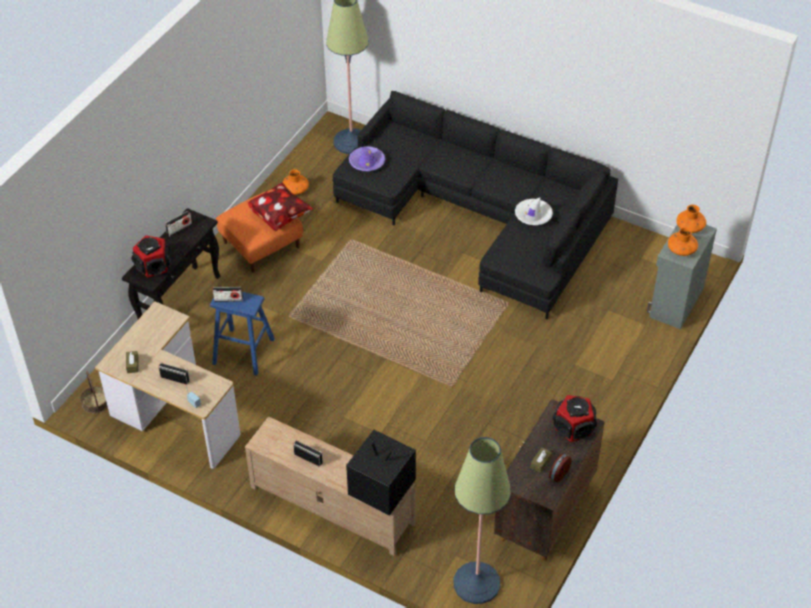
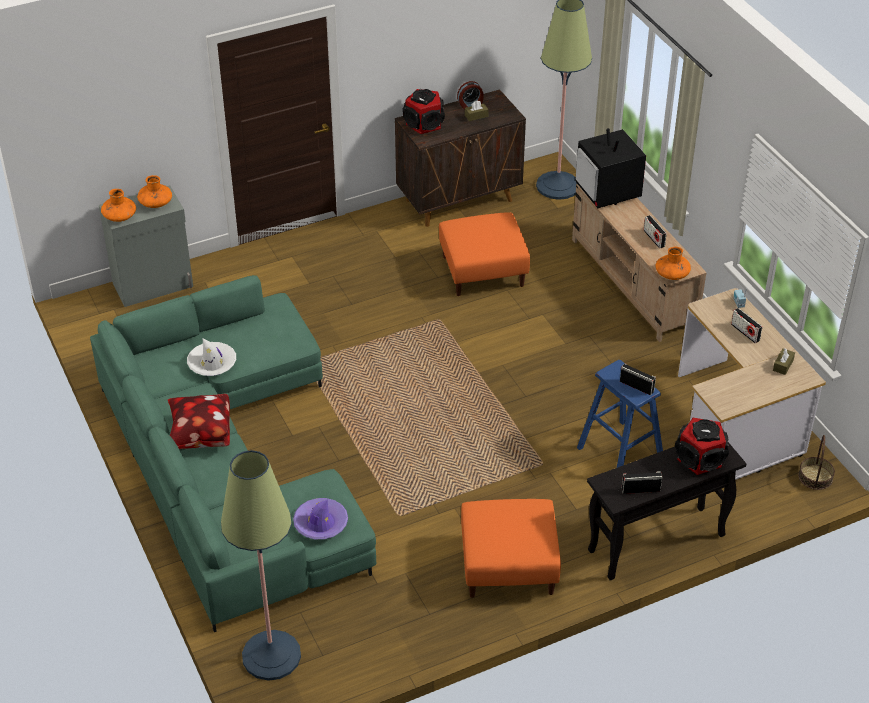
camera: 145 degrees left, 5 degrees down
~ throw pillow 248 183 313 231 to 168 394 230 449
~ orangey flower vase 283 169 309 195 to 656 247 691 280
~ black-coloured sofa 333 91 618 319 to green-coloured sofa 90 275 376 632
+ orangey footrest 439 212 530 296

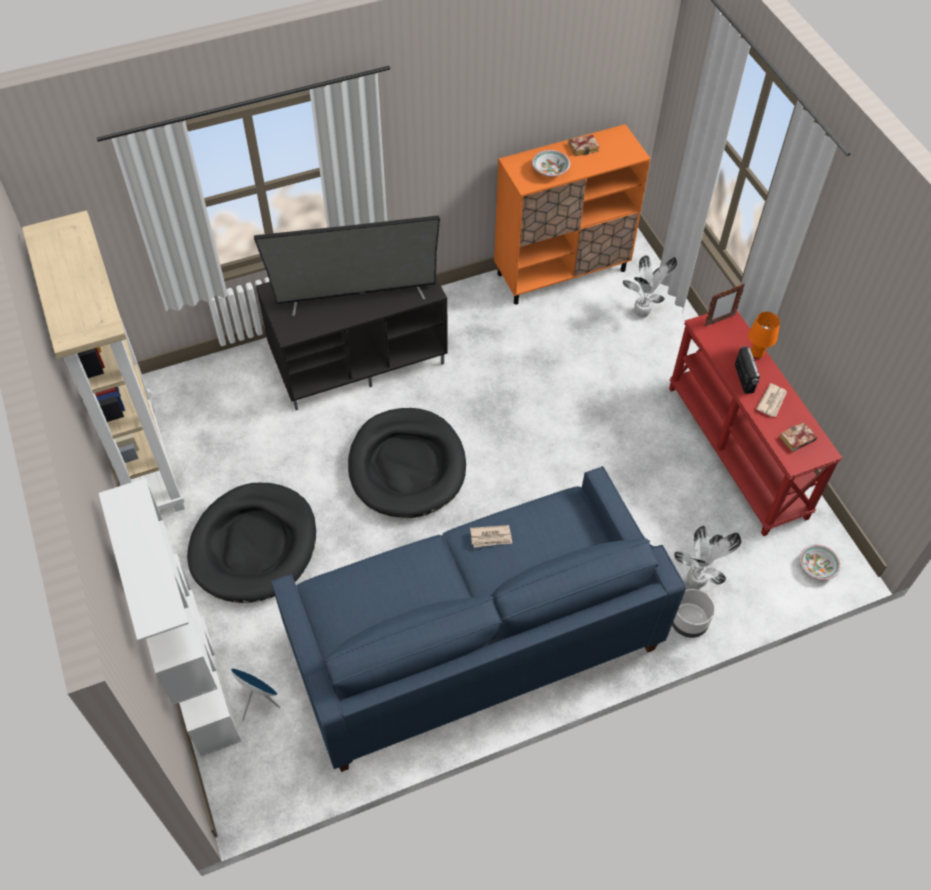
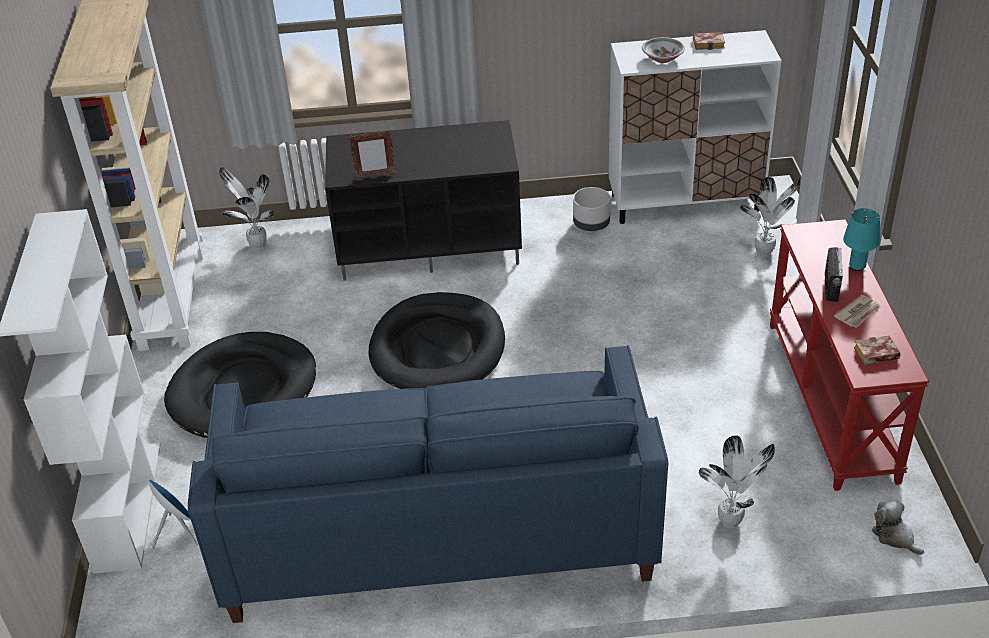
camera: 20 degrees right, 15 degrees down
- TV 254 215 440 317
- printed paper 470 525 512 548
~ orangey cupboard 494 124 651 305 to white-coloured cupboard 609 30 782 224
~ grey planter 672 589 715 638 to 573 187 610 231
~ picture frame 705 283 745 326 to 349 130 396 179
~ orangey tabletop lamp 748 312 780 358 to turquoise tabletop lamp 843 208 880 271
~ bowl 799 544 840 580 to cuddly toy 872 499 924 555
+ plant in a pot 219 167 275 249

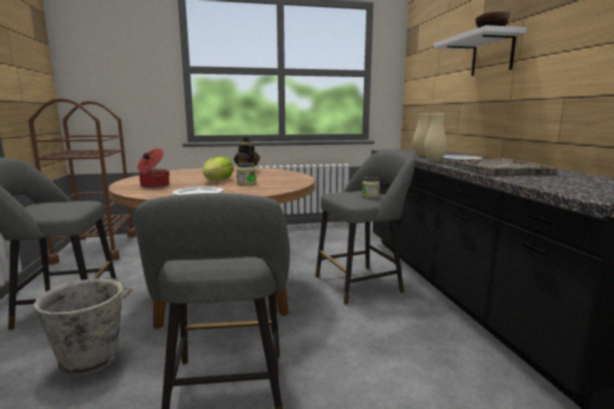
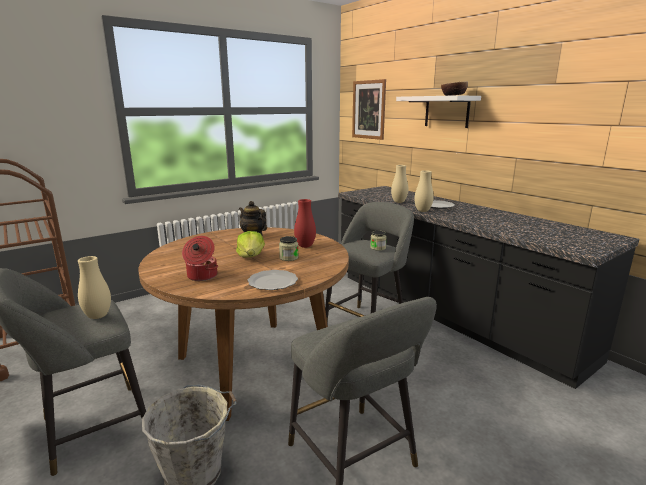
camera: 25 degrees left, 5 degrees up
- grey carrying tray 446 158 557 176
+ beige flower vase 78 256 111 319
+ red-coloured flower vase 294 199 316 248
+ wall art 352 79 386 140

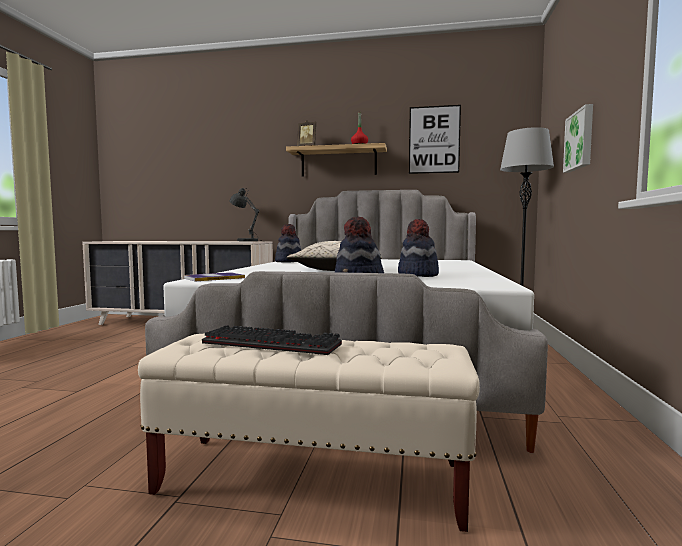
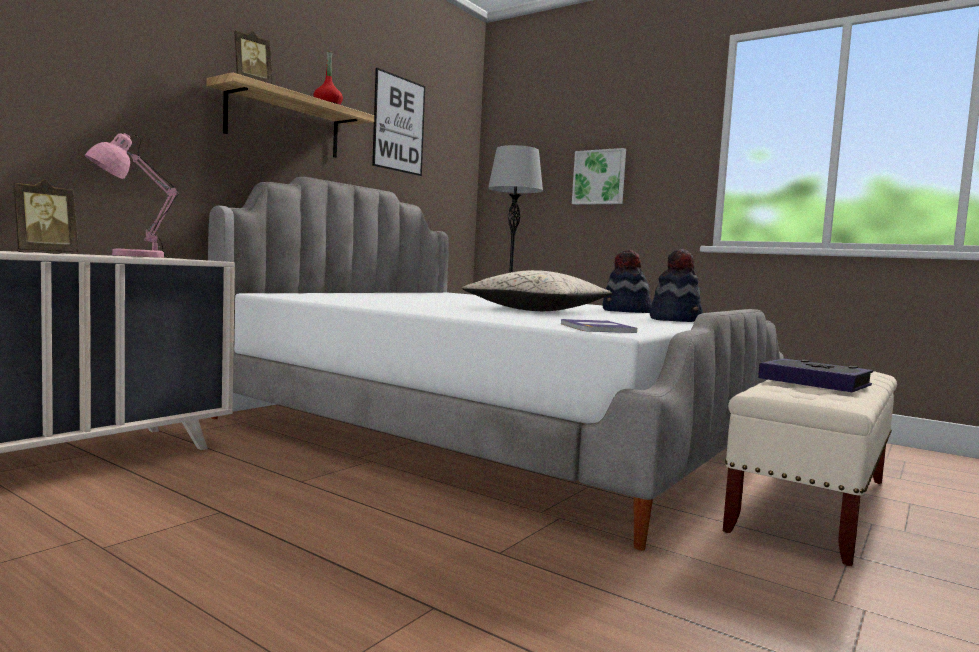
camera: 65 degrees left, 0 degrees up
~ keyboard 202 325 342 355 to volume 758 358 873 392
~ grey tabletop lamp 229 188 260 241 to pink tabletop lamp 85 133 179 258
- clothing hat 275 224 301 263
+ picture frame 13 179 78 254

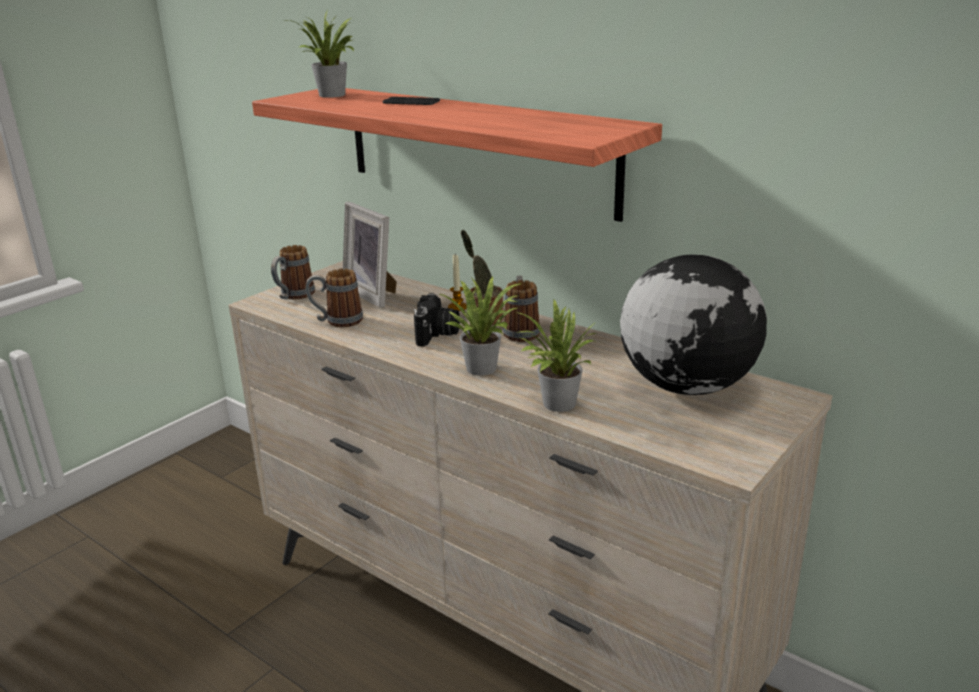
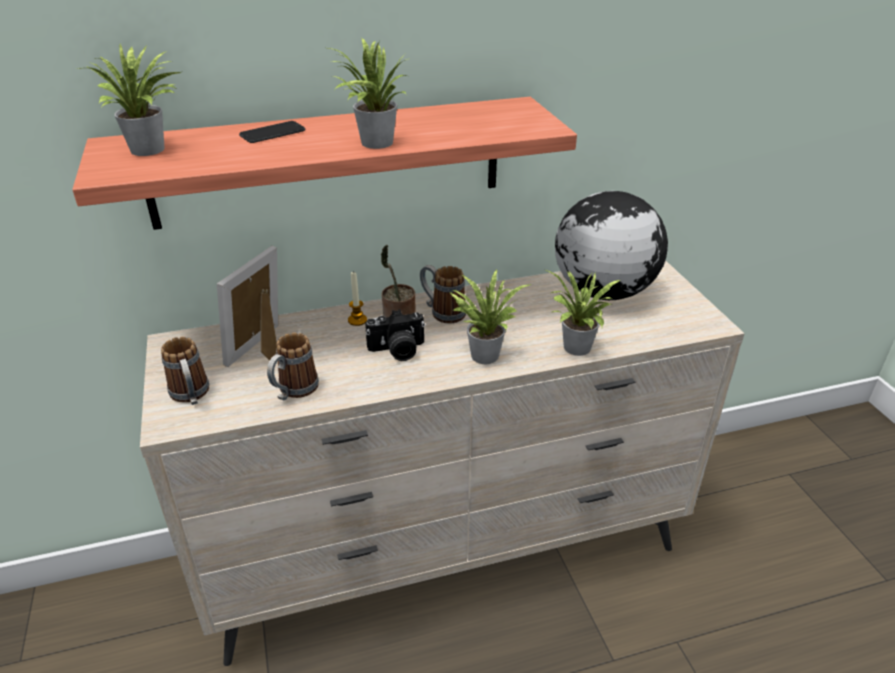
camera: 55 degrees left, 10 degrees up
~ picture frame 343 202 397 308 = 217 246 278 367 120 degrees clockwise
~ photo camera 414 293 460 347 = 365 309 425 361 120 degrees clockwise
+ plant in a pot 328 38 407 149

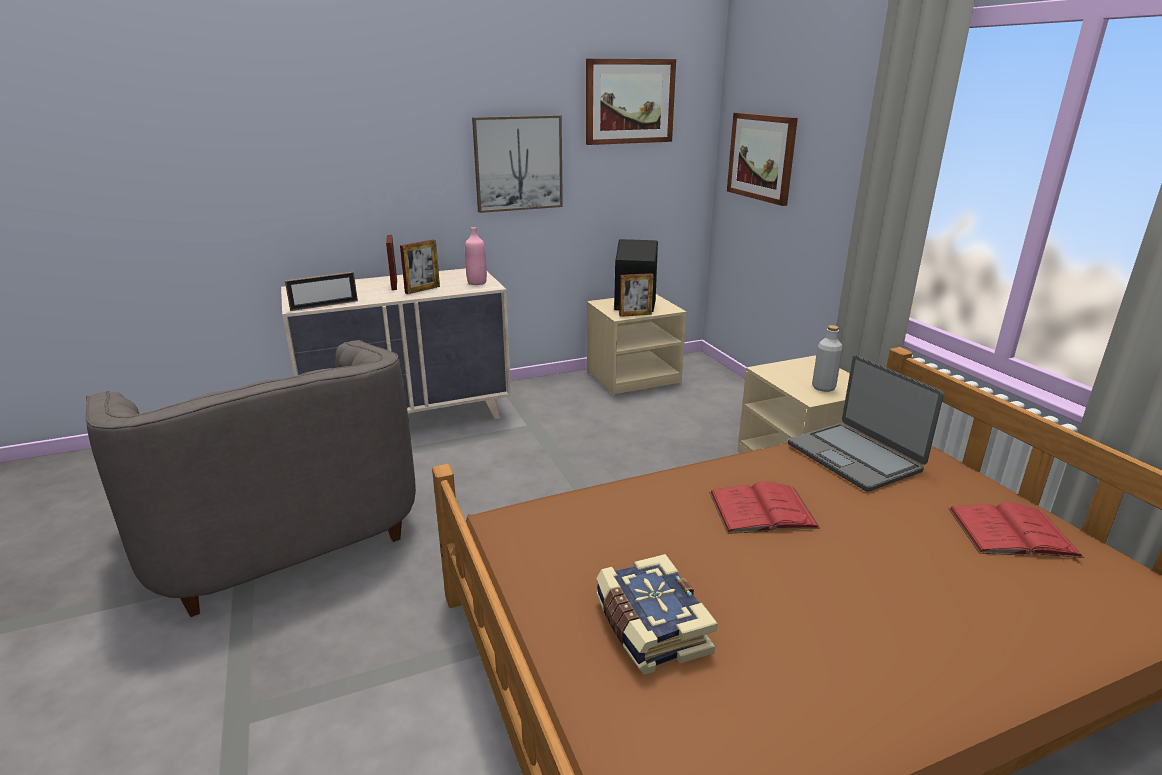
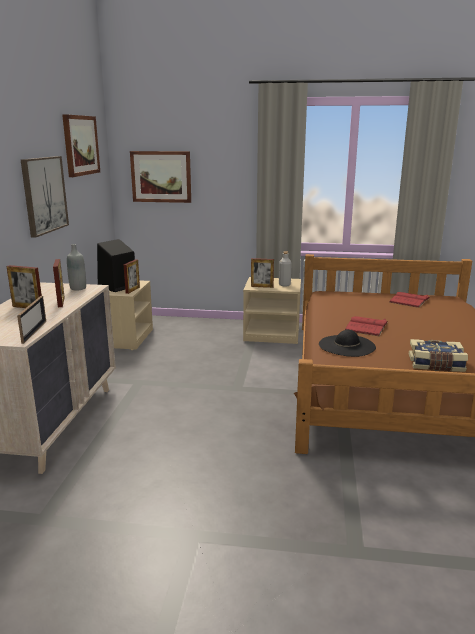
camera: 60 degrees left, 5 degrees down
- grey armchair 85 340 416 617
~ pink drink bottle 465 227 487 285 to grey drink bottle 67 244 86 291
- notebook computer 788 355 944 492
+ picture frame 251 258 274 288
+ black-coloured clothing hat 319 330 376 357

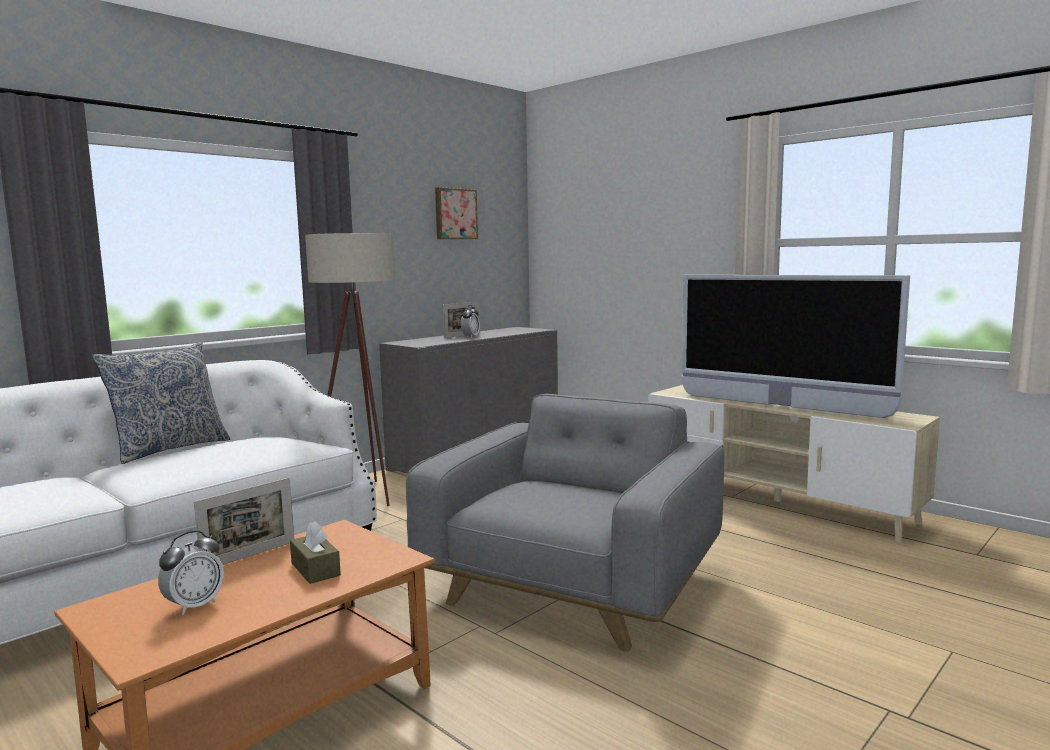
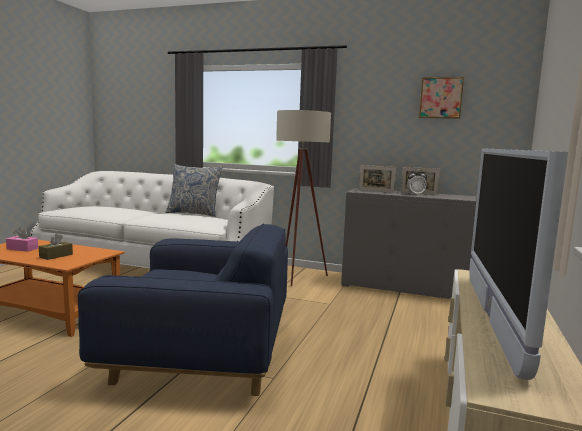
camera: 65 degrees right, 0 degrees up
~ bedside clock 158 531 224 615 to pink box of tissues 6 228 38 252
~ picture frame 194 478 294 565 to 359 165 396 193
~ grey armchair 406 394 724 651 to bluish armchair 78 224 288 396

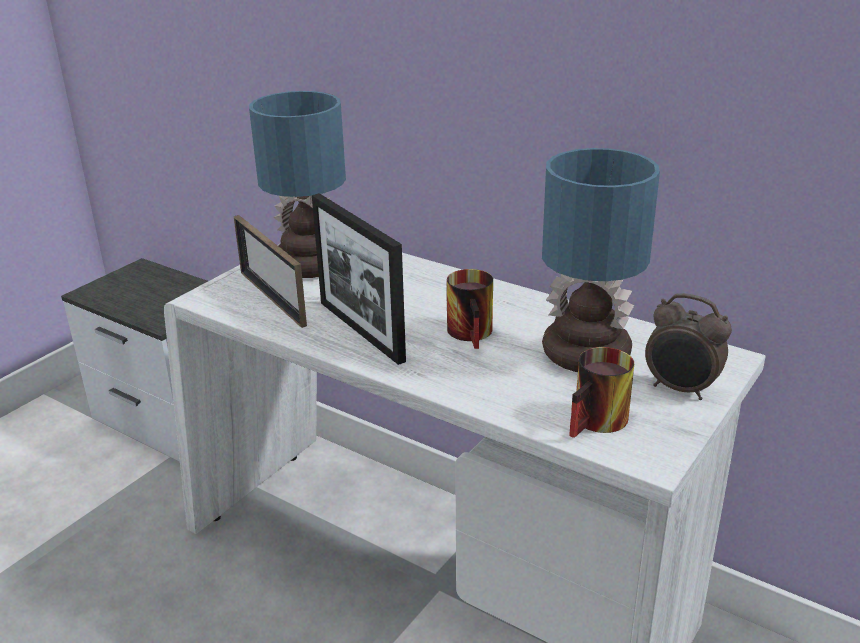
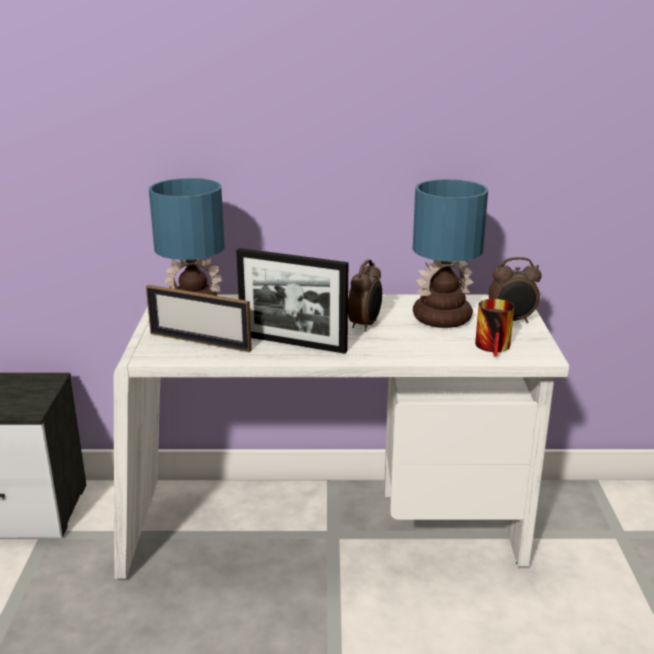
camera: 35 degrees left, 5 degrees down
~ coffee mug 447 269 493 349 to bedside clock 348 259 382 332

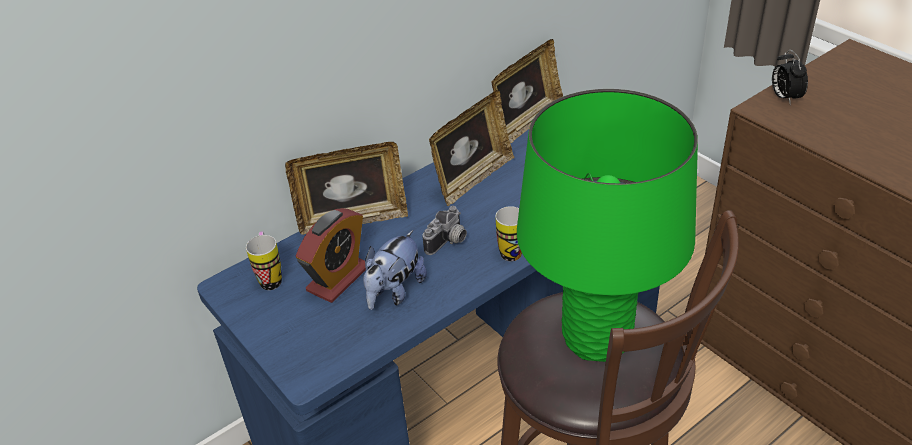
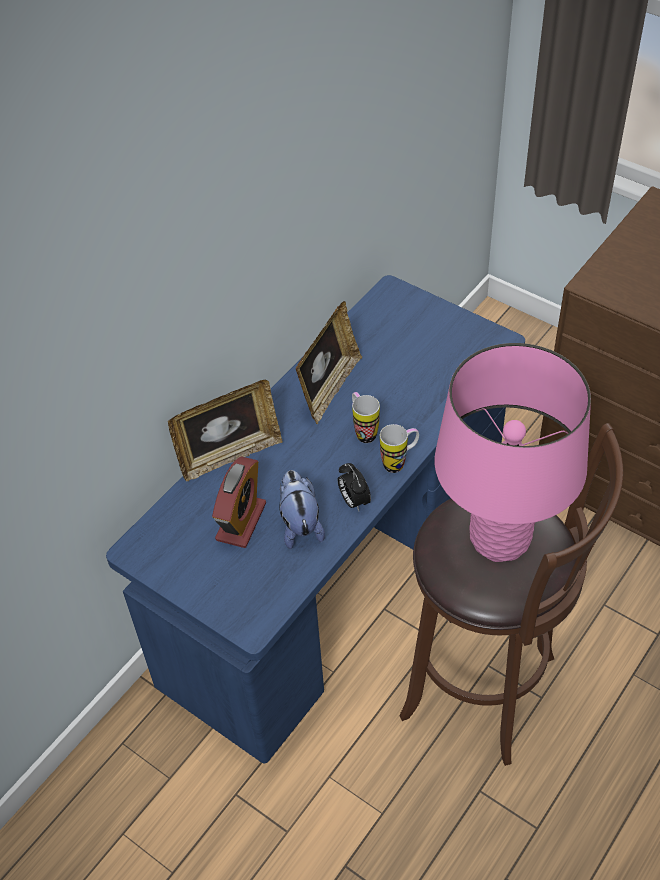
camera: 15 degrees left, 10 degrees up
~ coffee mug 246 231 282 290 to 352 392 380 443
~ cuddly toy 363 230 427 310 = 279 470 325 549 150 degrees clockwise
- photo camera 422 206 467 255
- picture frame 491 39 563 144
~ green-coloured tabletop lamp 517 89 698 362 to pink tabletop lamp 434 343 591 562
~ bedside clock 772 50 808 105 to 338 463 371 511

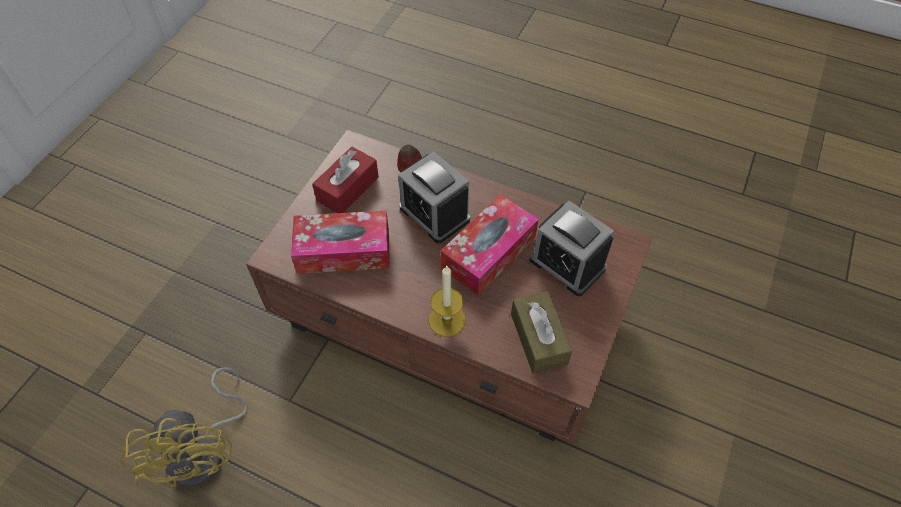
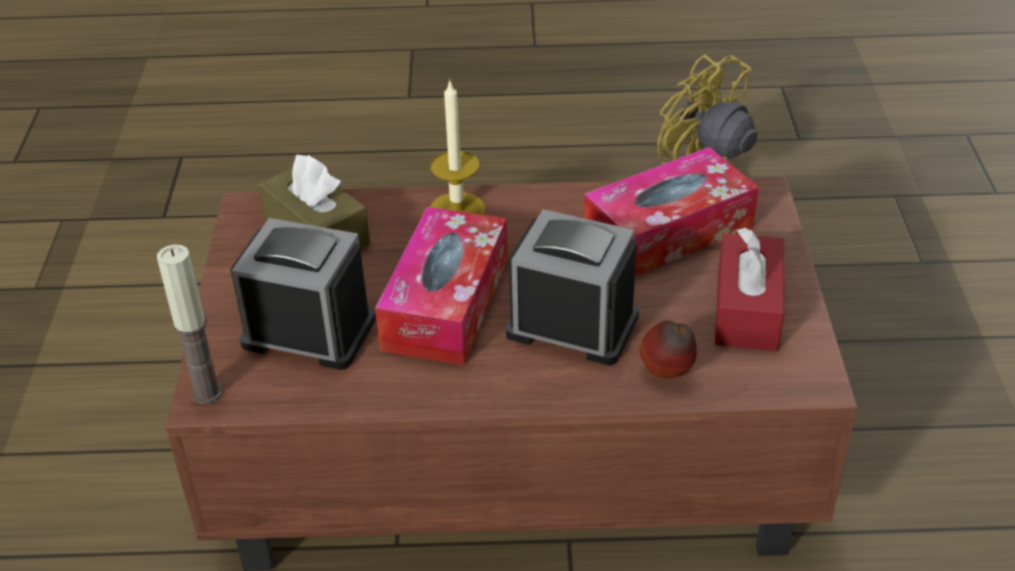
camera: 155 degrees right, 15 degrees down
+ wax light 157 244 223 404

